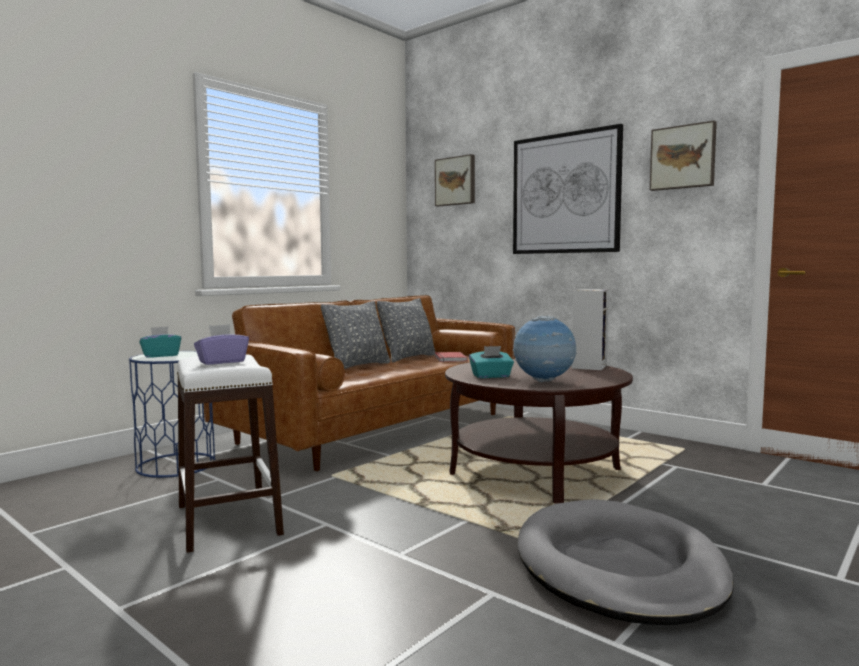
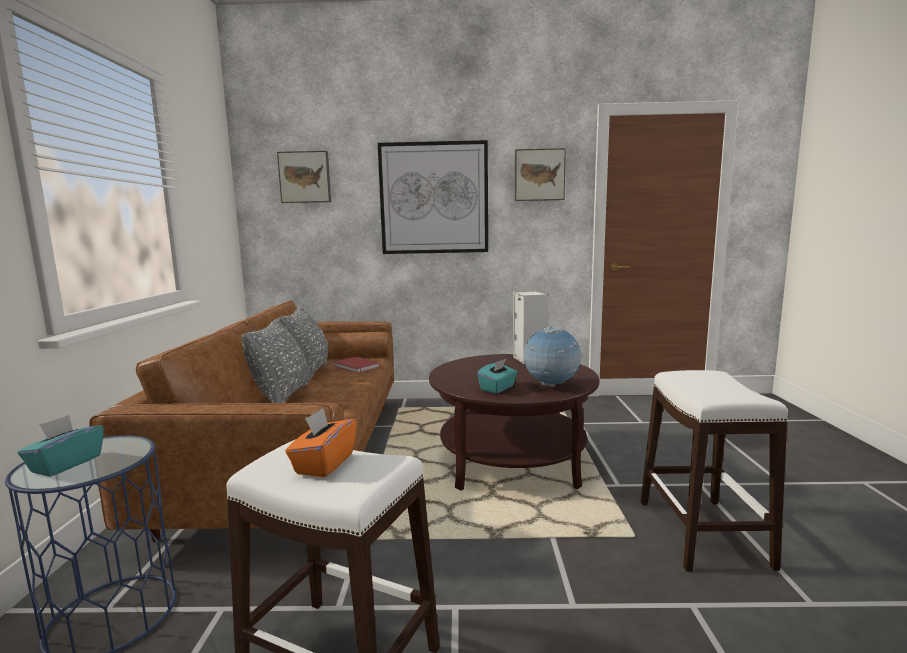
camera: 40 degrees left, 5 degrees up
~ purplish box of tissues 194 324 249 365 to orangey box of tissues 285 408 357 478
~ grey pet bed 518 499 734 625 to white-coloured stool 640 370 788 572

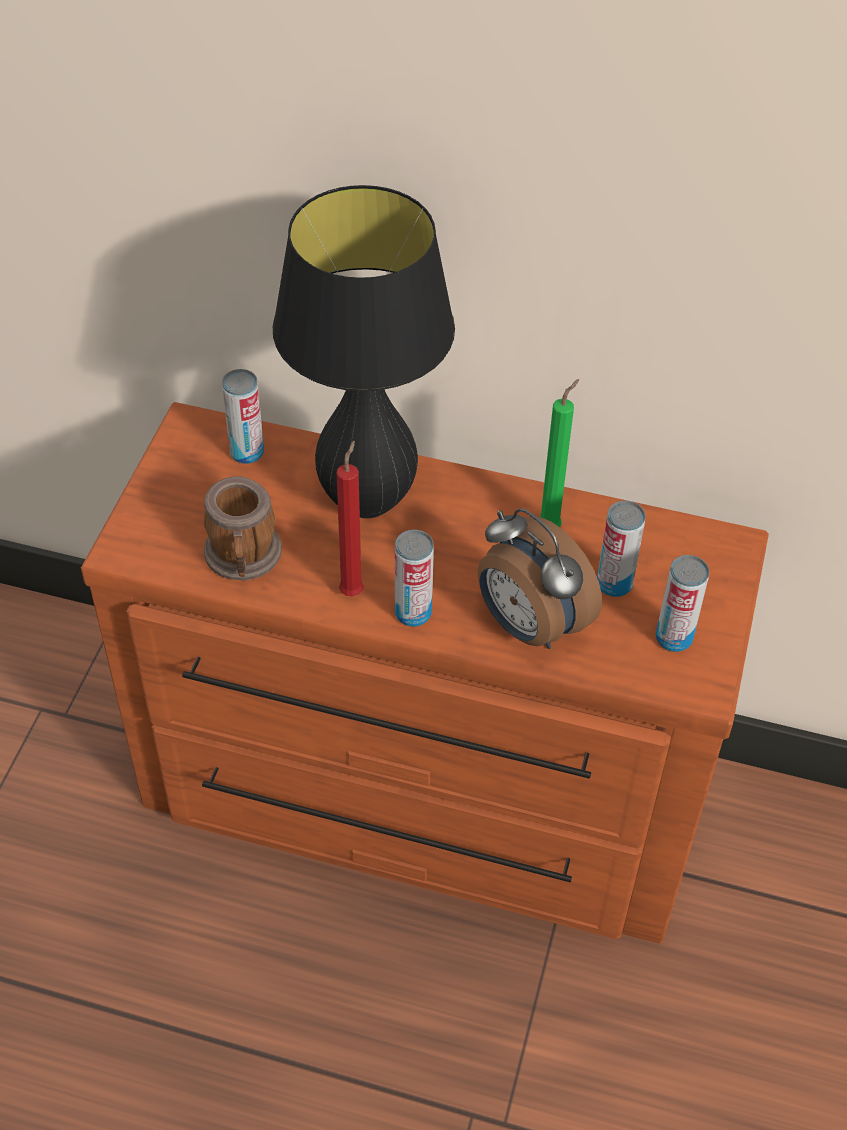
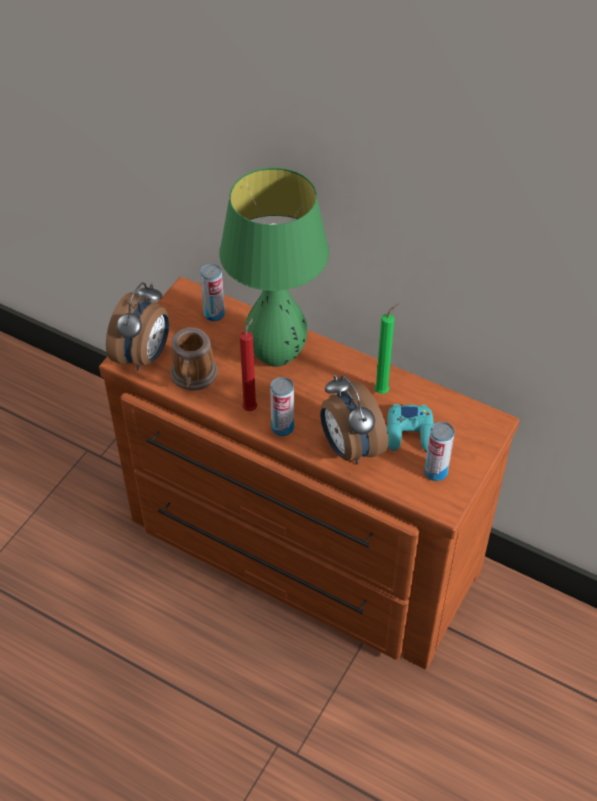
camera: 15 degrees right, 0 degrees up
~ black-coloured tabletop lamp 273 185 455 518 to green-coloured tabletop lamp 219 167 329 367
~ metal can 597 501 646 597 to turquoise joypad 387 404 434 452
+ bedside clock 106 282 169 371

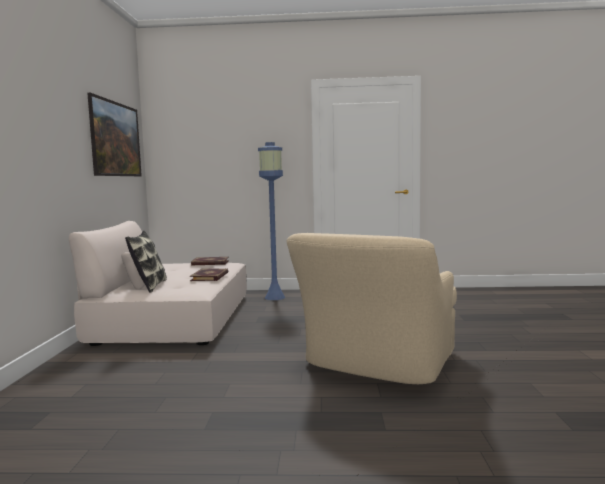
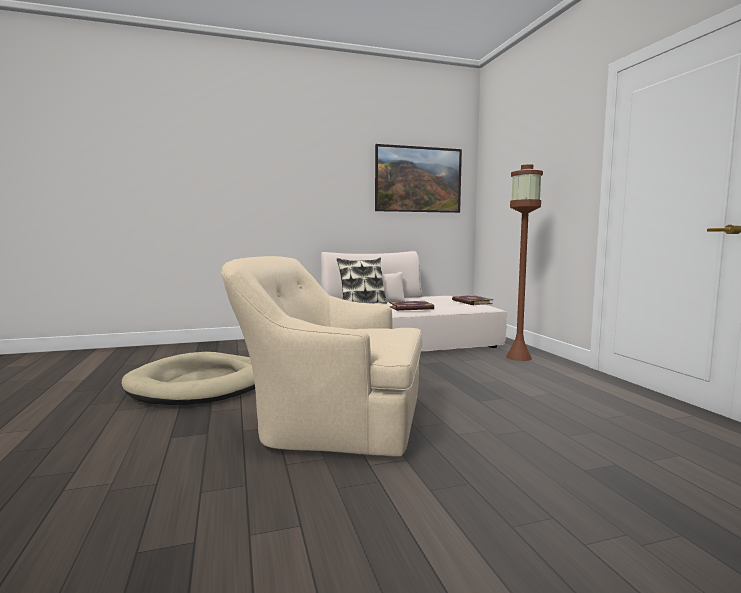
camera: 70 degrees right, 0 degrees up
~ bluish standard lamp 258 142 285 300 to brownish standard lamp 506 164 543 361
+ beige pet bed 122 352 255 405

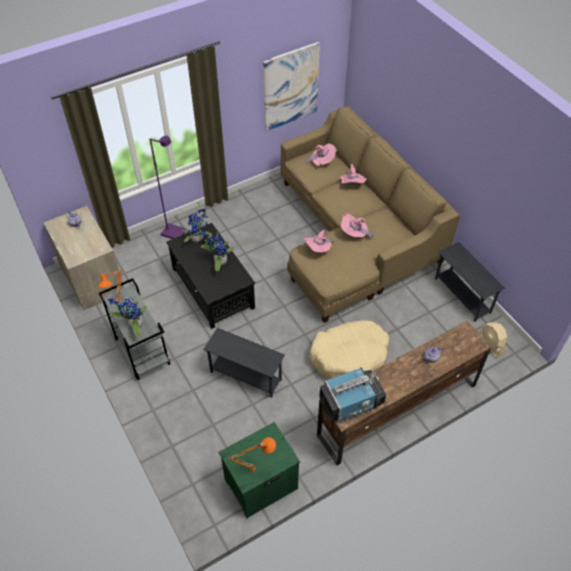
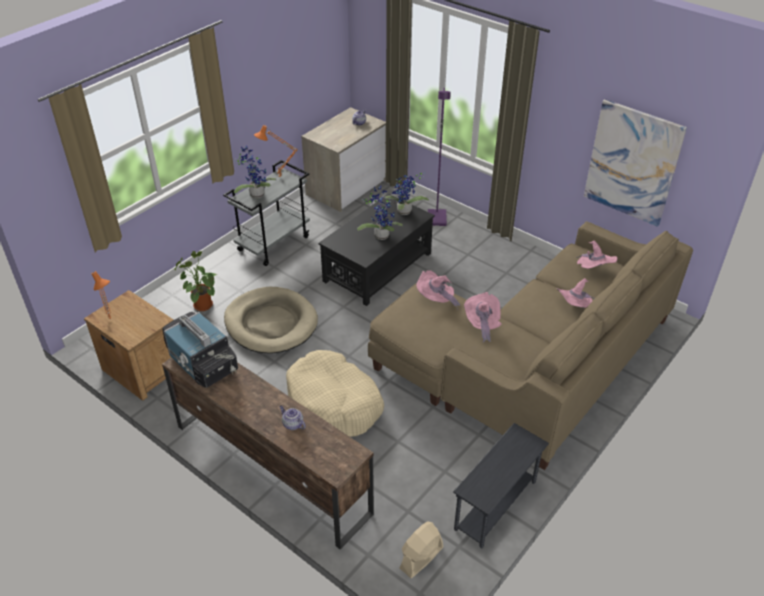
camera: 70 degrees right, 10 degrees down
~ grey accent table 203 328 285 398 to beige pet bed 224 287 318 354
~ green-coloured bedside table 218 422 300 518 to brownish bedside table 84 290 173 401
+ plant in a pot 174 251 216 311

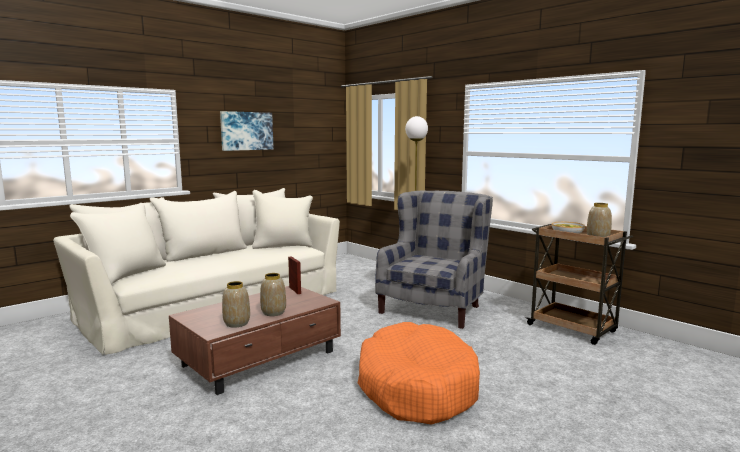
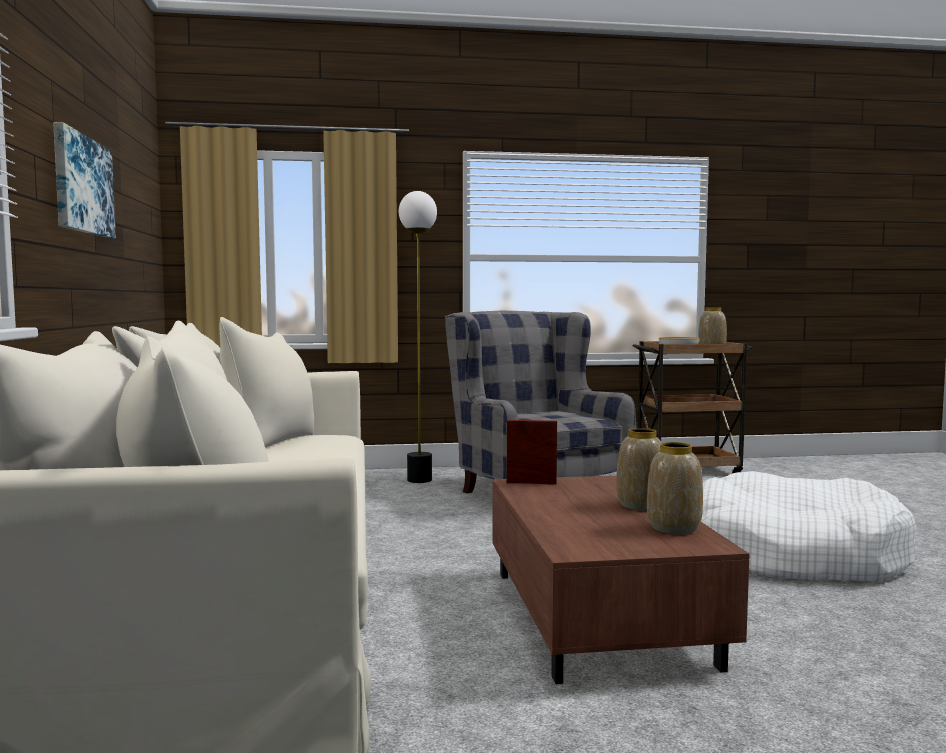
camera: 55 degrees left, 5 degrees down
~ orangey pet bed 358 322 480 425 to white-coloured pet bed 701 471 917 582

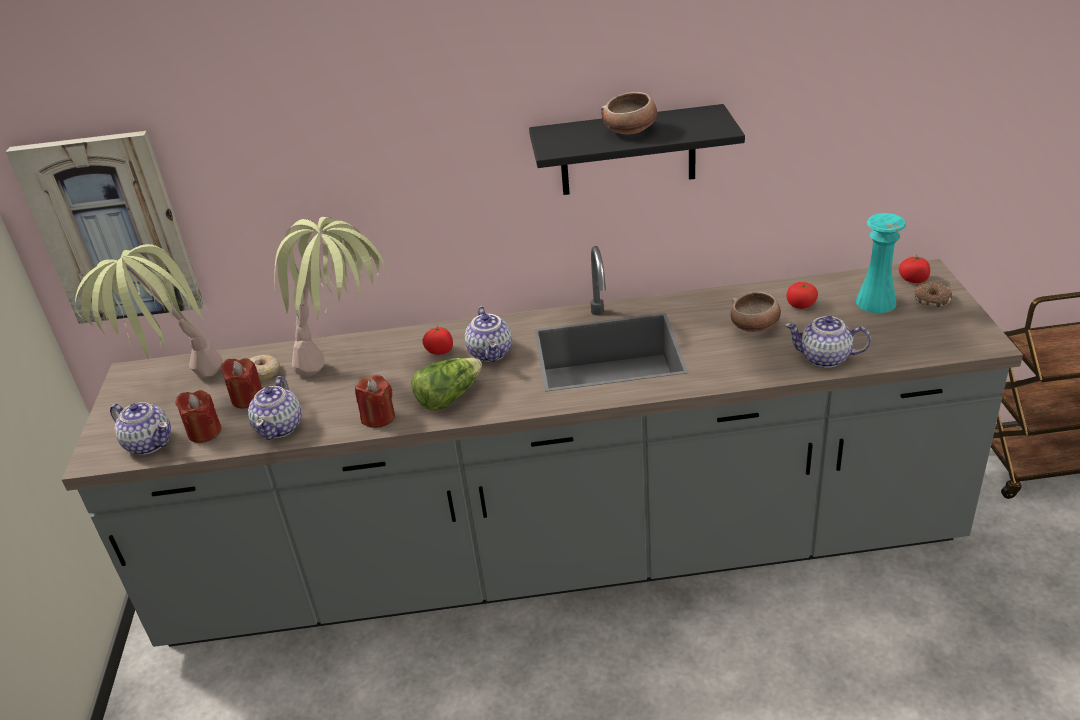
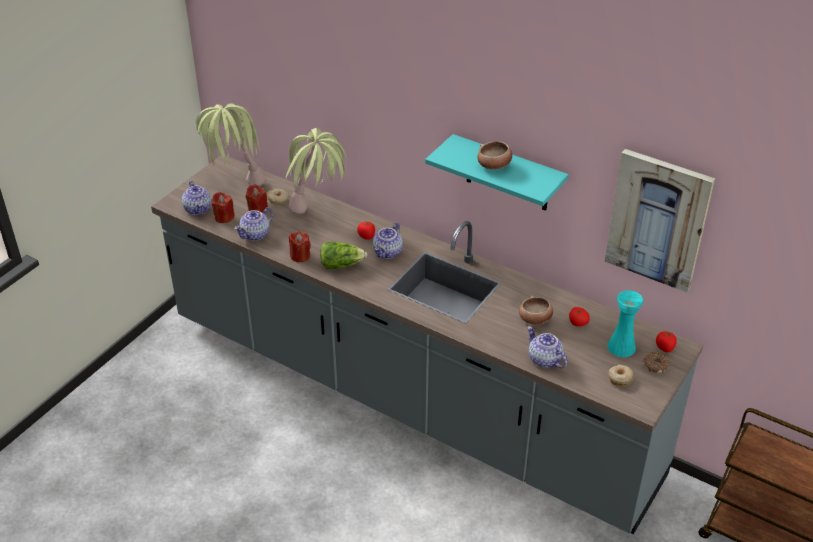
camera: 35 degrees right, 5 degrees up
~ wall art 6 131 204 324 to 605 149 715 293
~ black-coloured wall shelf 529 104 745 195 to turquoise wall shelf 425 134 569 211
+ donut 609 365 633 387

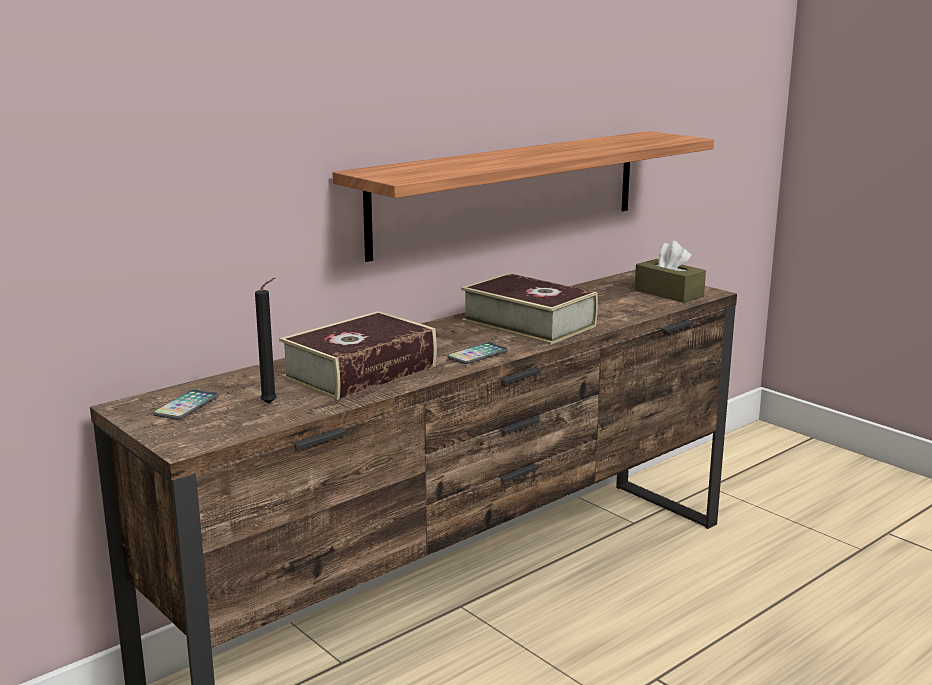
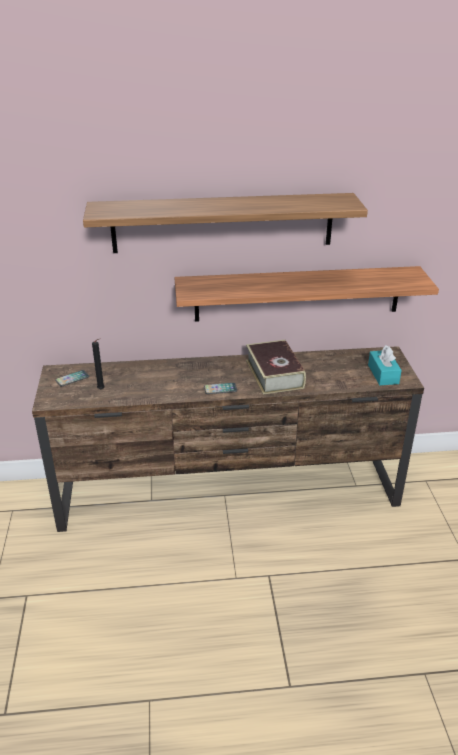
camera: 35 degrees right, 15 degrees up
- volume 279 311 437 400
~ brownish box of tissues 635 241 706 303 to turquoise box of tissues 368 345 402 385
+ wall shelf 83 193 368 253

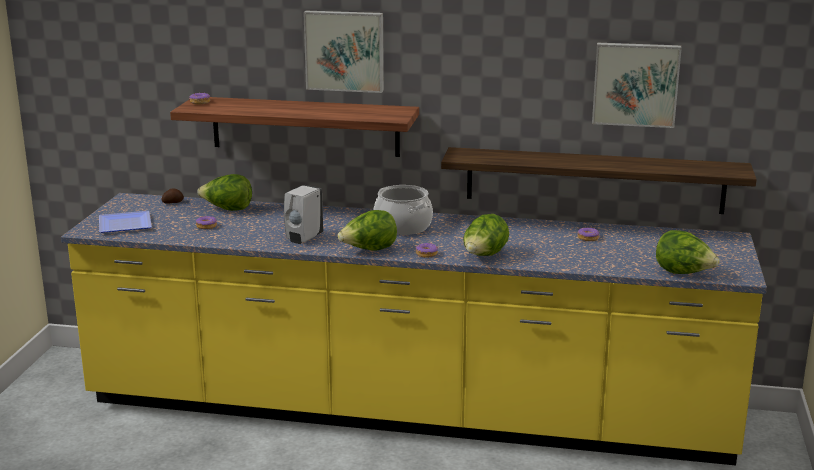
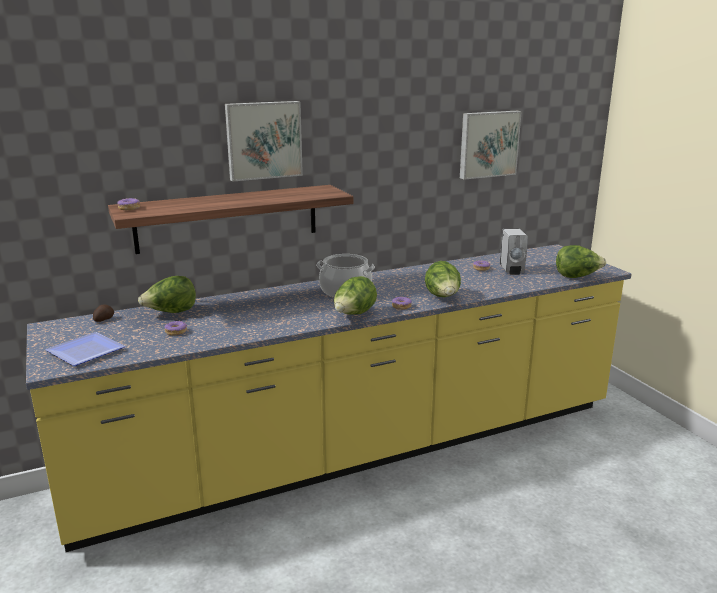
camera: 35 degrees left, 0 degrees up
~ white-coloured soap bottle 284 185 323 244 to 500 228 528 275
- wall shelf 441 147 757 214

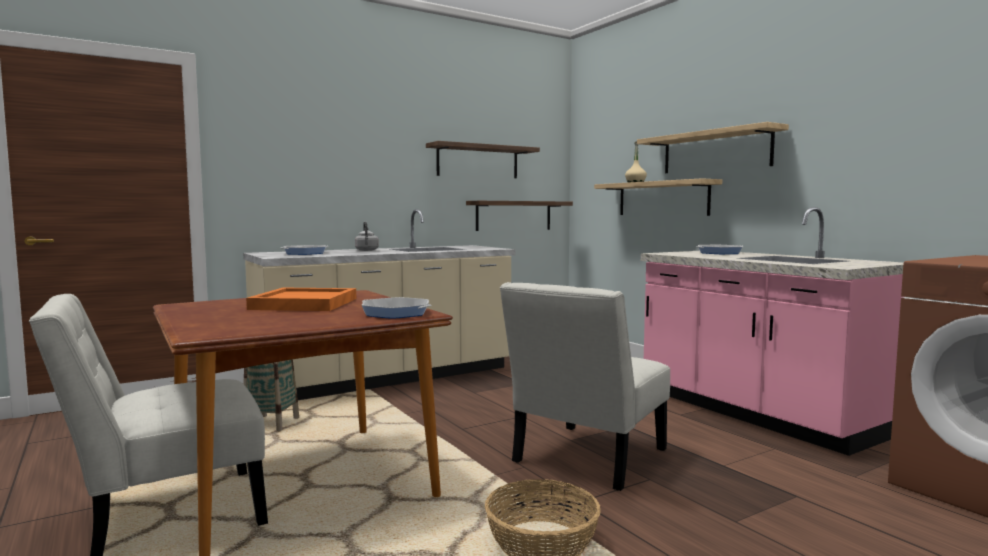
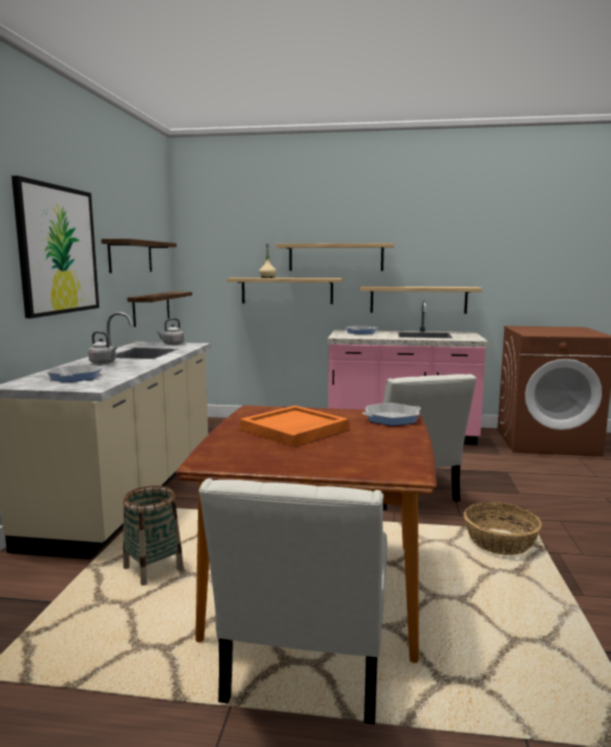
camera: 50 degrees left, 5 degrees up
+ wall art 11 176 99 318
+ grey kettle 157 318 184 345
+ wall shelf 360 286 482 314

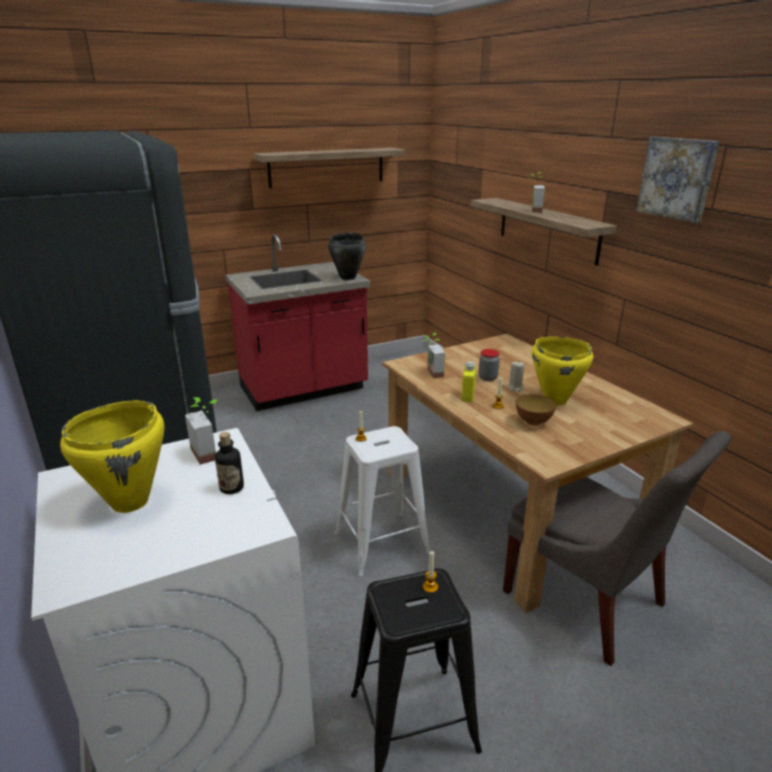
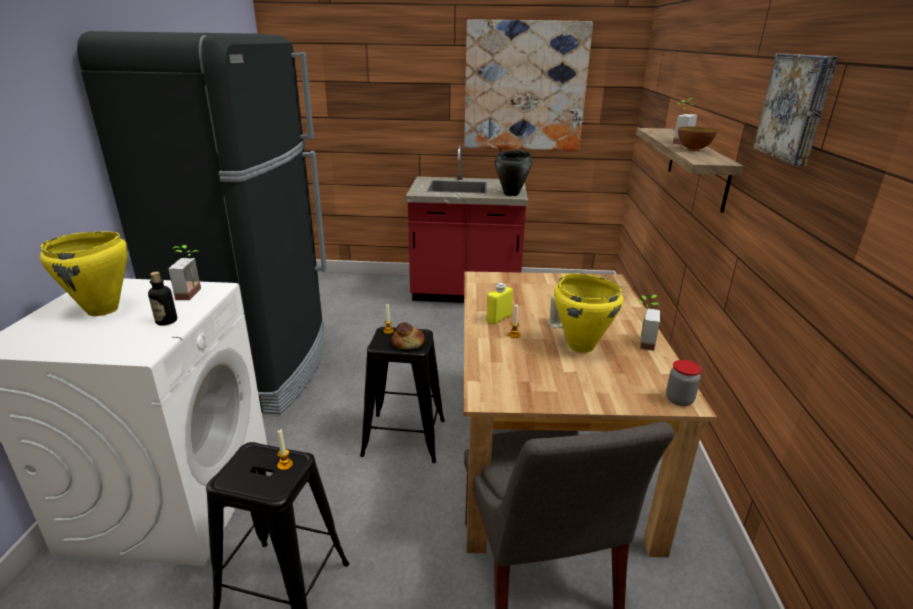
camera: 30 degrees right, 0 degrees up
~ wall shelf 254 148 405 188 to wall art 464 19 593 151
~ white-coloured stool 335 426 431 576 to black-coloured stool 360 327 445 463
~ plant in a pot 423 333 445 378 to 637 295 660 351
~ jar 479 349 500 381 to 666 360 702 406
~ bowl 516 394 556 426 to 678 127 717 151
+ bakery bread 391 322 425 349

